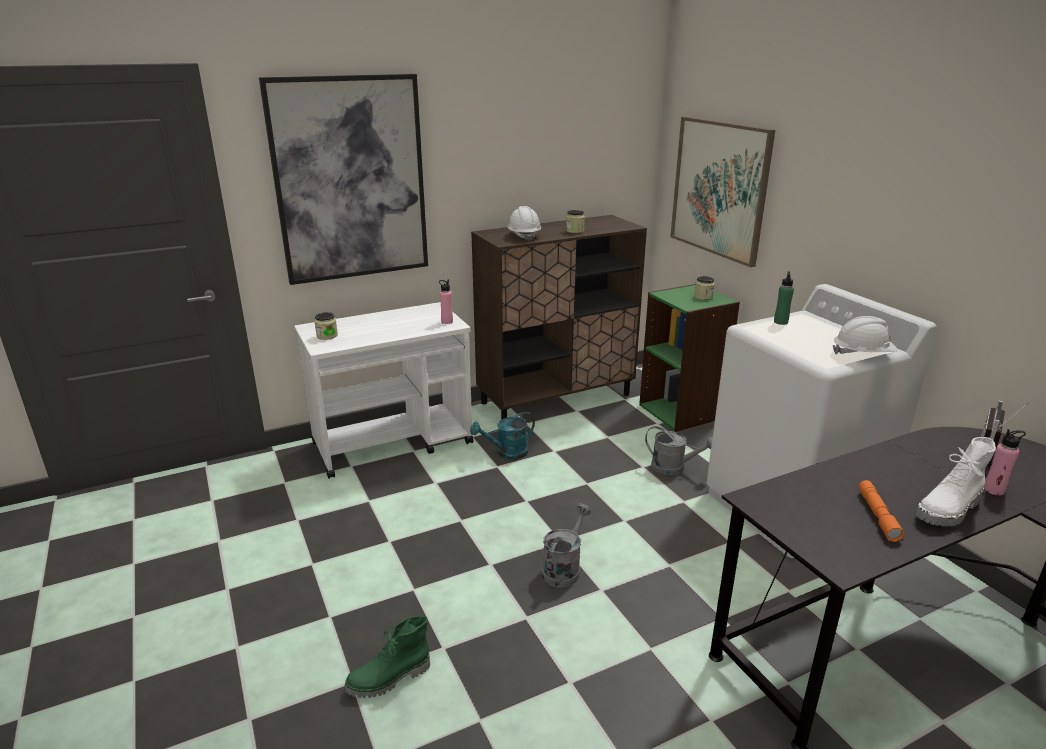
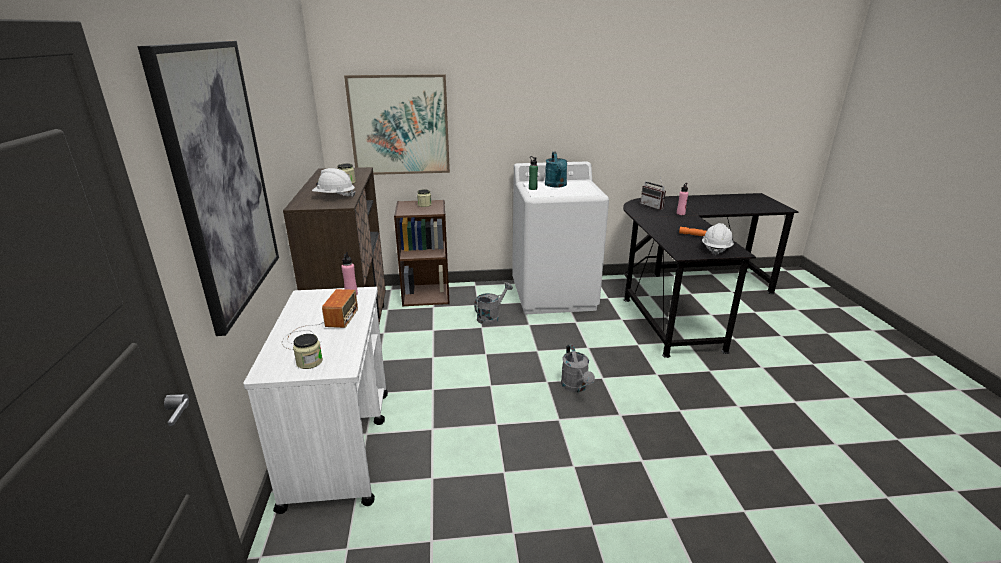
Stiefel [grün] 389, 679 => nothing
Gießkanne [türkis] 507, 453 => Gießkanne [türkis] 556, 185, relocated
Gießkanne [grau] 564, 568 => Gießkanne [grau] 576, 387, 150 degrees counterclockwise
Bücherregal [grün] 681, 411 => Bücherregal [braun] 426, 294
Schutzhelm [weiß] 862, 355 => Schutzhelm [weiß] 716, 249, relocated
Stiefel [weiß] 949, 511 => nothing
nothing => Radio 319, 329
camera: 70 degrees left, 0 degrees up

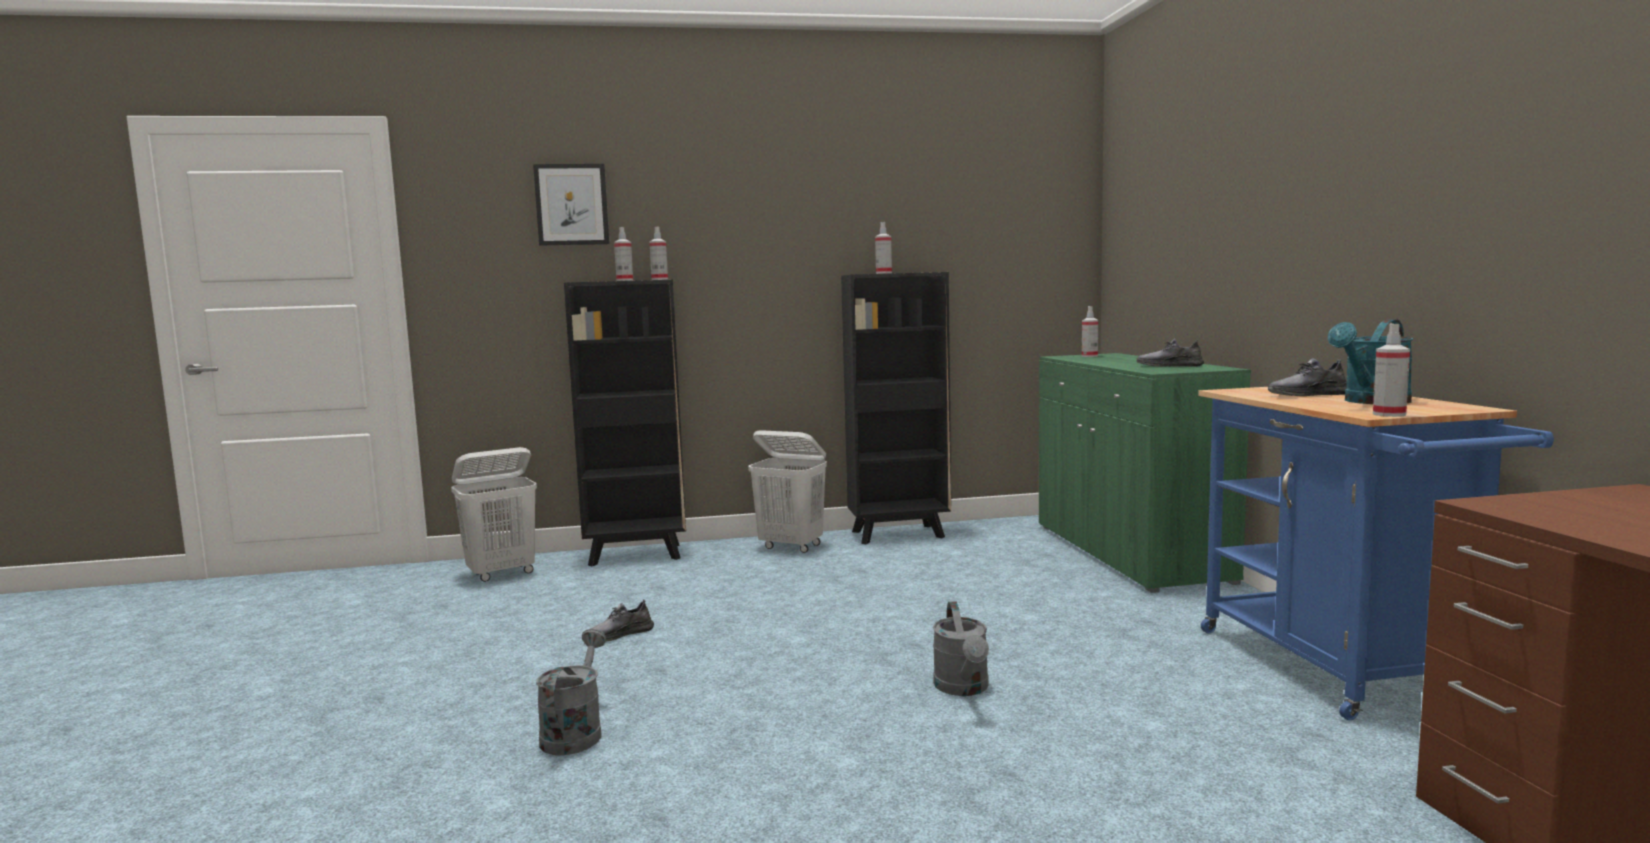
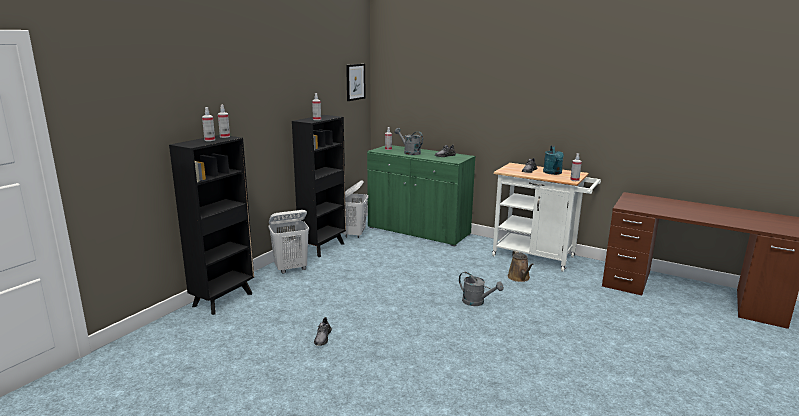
Wäschekorb [weiß] 502, 574 => Wäschekorb [weiß] 354, 234, relocated
Bild 572, 205 => Bild 355, 82, relocated
Gießkanne [grau] 575, 732 => Gießkanne [grau] 409, 152, relocated
Rollwagen [blau] 1340, 671 => Rollwagen [weiß] 539, 257
nothing => Gießkanne [braun] 519, 278
camera: 50 degrees left, 10 degrees up

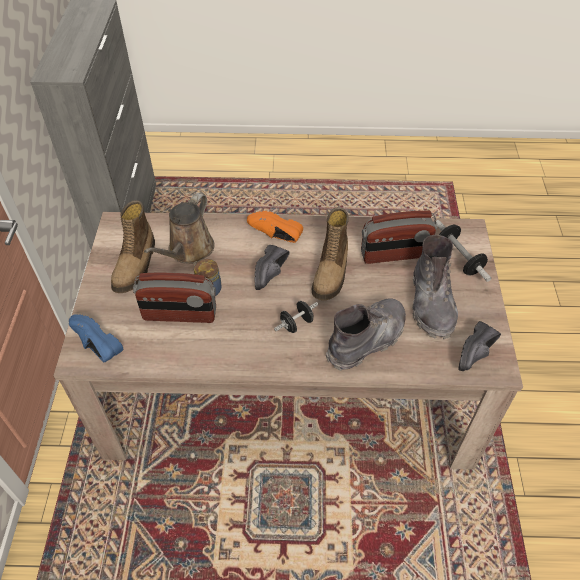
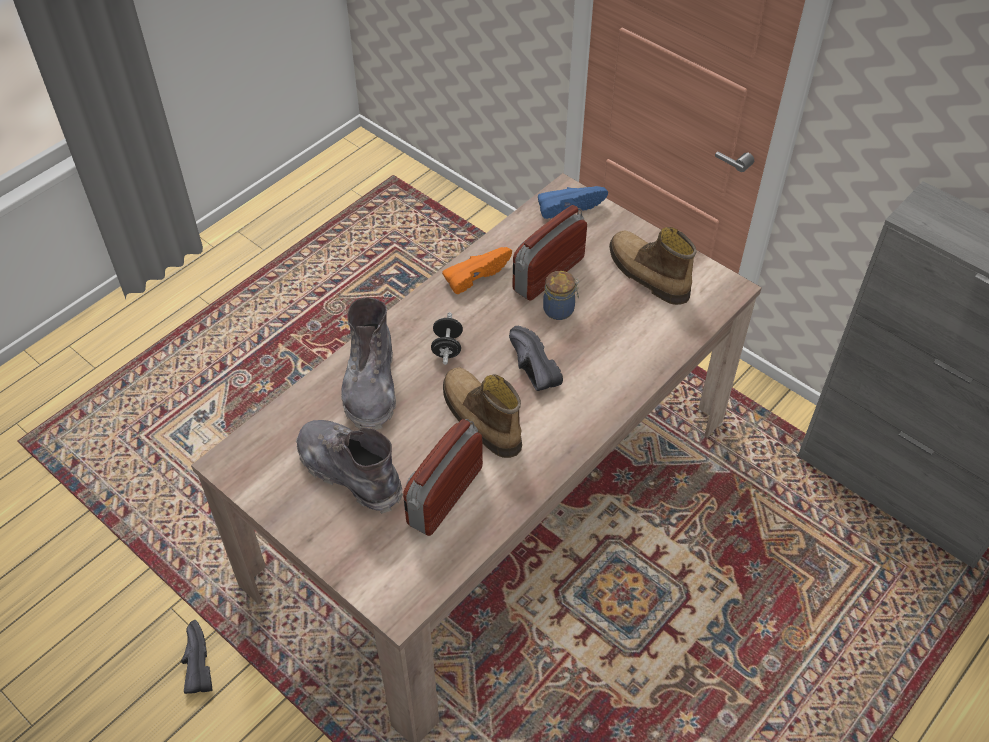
Gießkanne [braun] 188, 250 => nothing
Schuh [orange] 274, 236 => Schuh [orange] 475, 274, relocated
Hantel 459, 258 => nothing
Schuh [schwarz] 477, 354 => Schuh [schwarz] 195, 664, relocated
camera: 130 degrees right, 0 degrees up

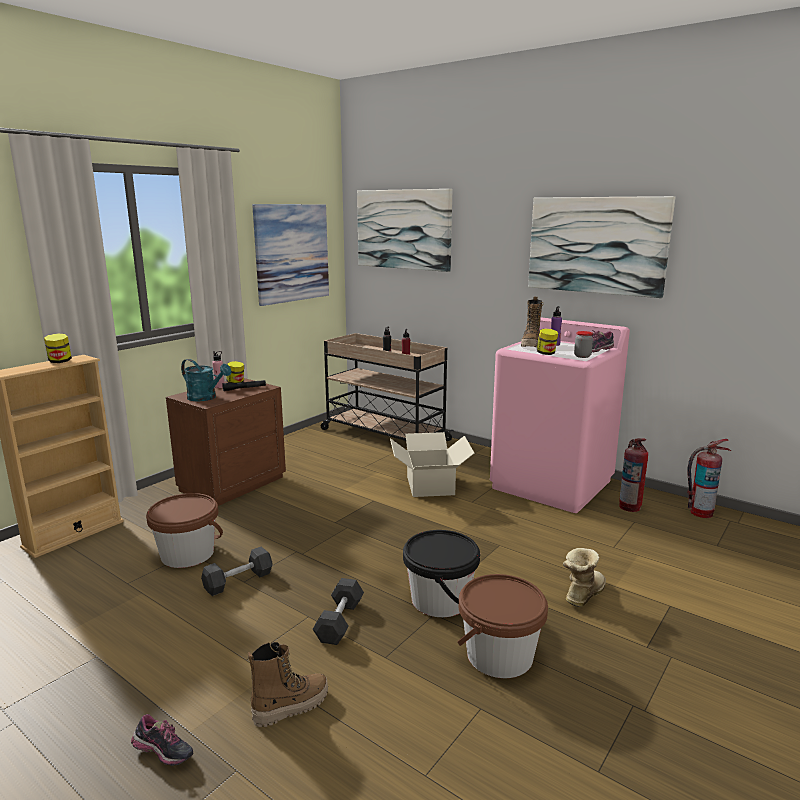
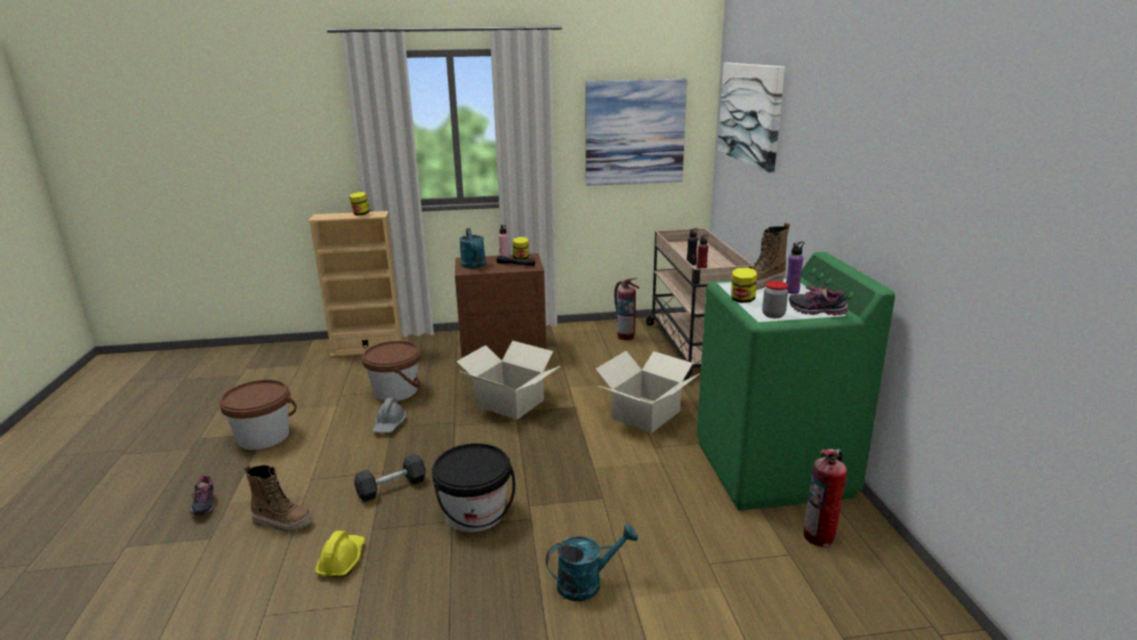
Hantel [grau] 238, 581 => Schutzhelm [grau] 389, 425
Eimer [braun] 499, 655 => Eimer [braun] 263, 437, relocated
Waschmaschine [rosa] 552, 484 => Waschmaschine [grün] 773, 469
Bild 596, 245 => nothing
Stiefel 581, 594 => Gießkanne [türkis] 587, 582
Feuerlöscher 700, 512 => Feuerlöscher 625, 336, relocated
nothing => Schutzhelm [gelb] 342, 560
nothing => Karton 509, 403
camera: 45 degrees right, 5 degrees up

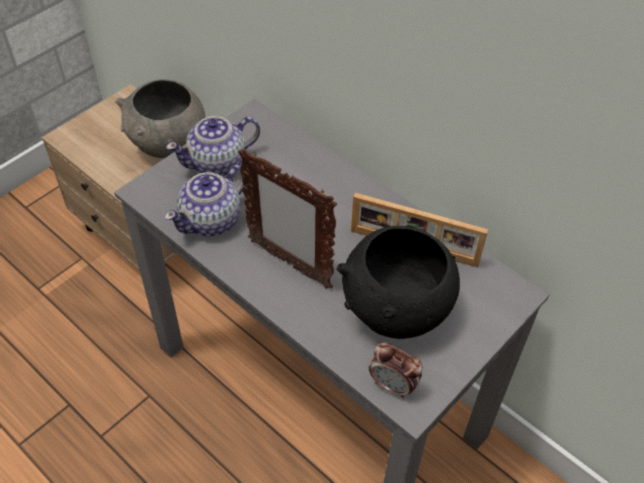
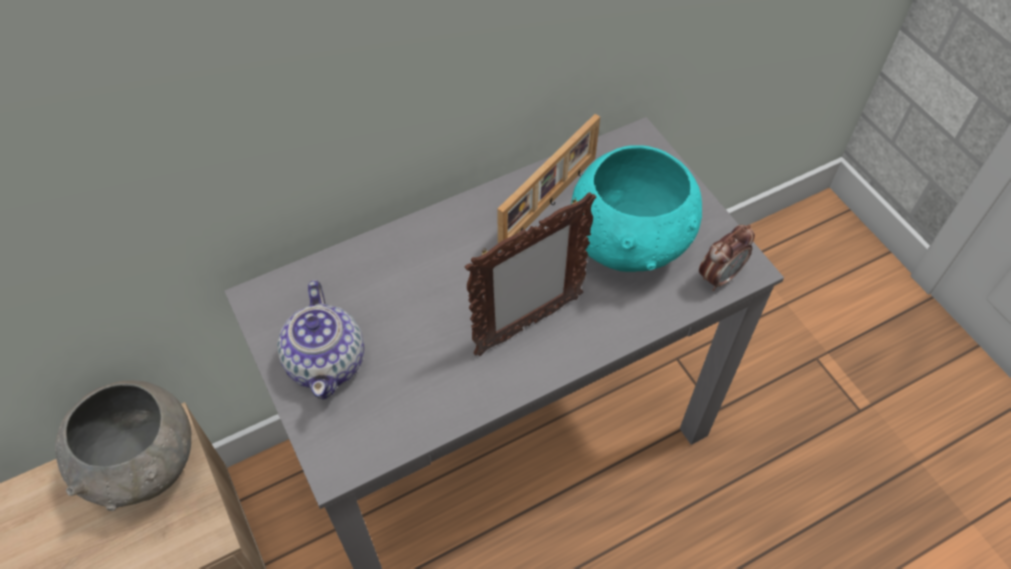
Teekanne 212, 220 => nothing
Schüssel [schwarz] 396, 312 => Schüssel [türkis] 629, 245
camera: 70 degrees left, 5 degrees up

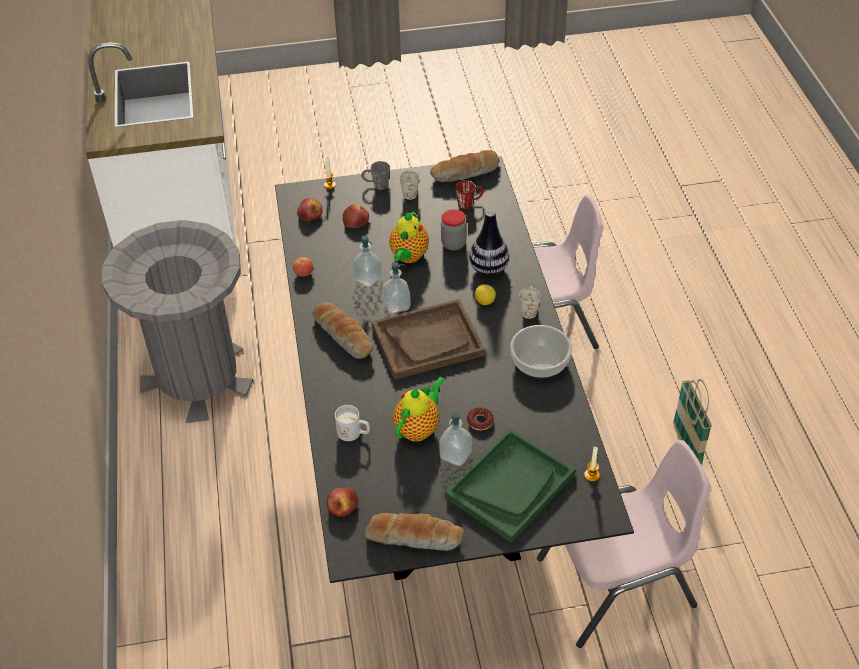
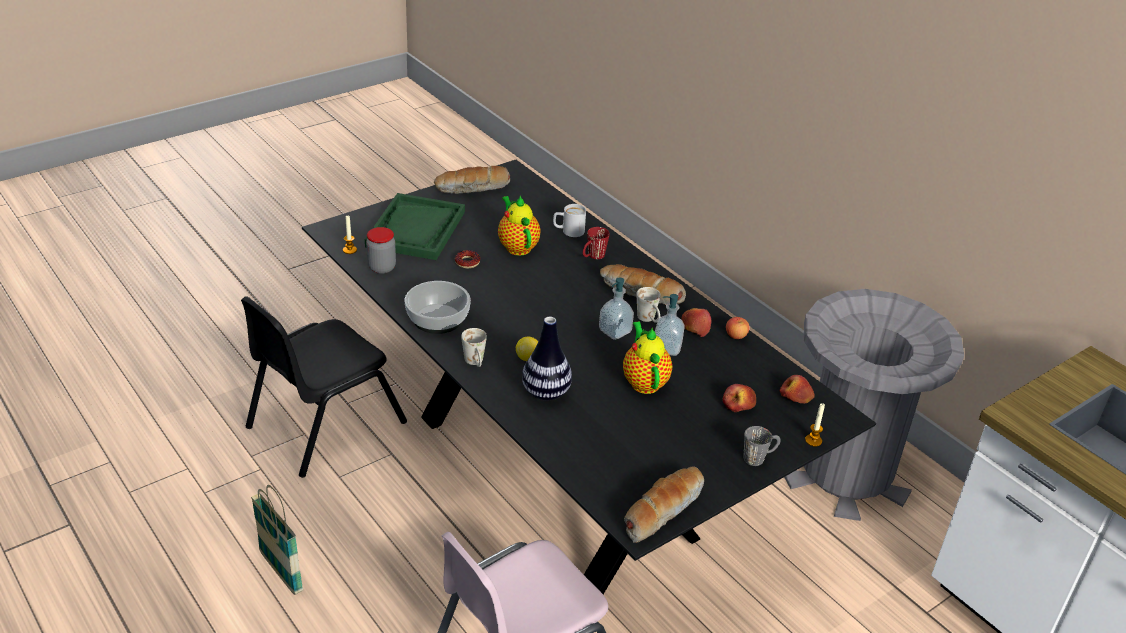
Apfel 343, 506 => Apfel 695, 327, relocated
Tablett [braun] 428, 341 => nothing
Teekanne 419, 428 => Teekanne 517, 246, 150 degrees clockwise
Henkelbecher [weiß] 409, 192 => Henkelbecher [weiß] 649, 320, relocated
Seifenspender 455, 455 => nothing
Vorratsglas 453, 244 => Vorratsglas 382, 267, relocated
Henkelbecher [rot] 469, 203 => Henkelbecher [rot] 593, 257, relocated
Stuhl [rosa] 617, 584 => Stuhl [schwarz] 324, 424
camera: 150 degrees right, 10 degrees down

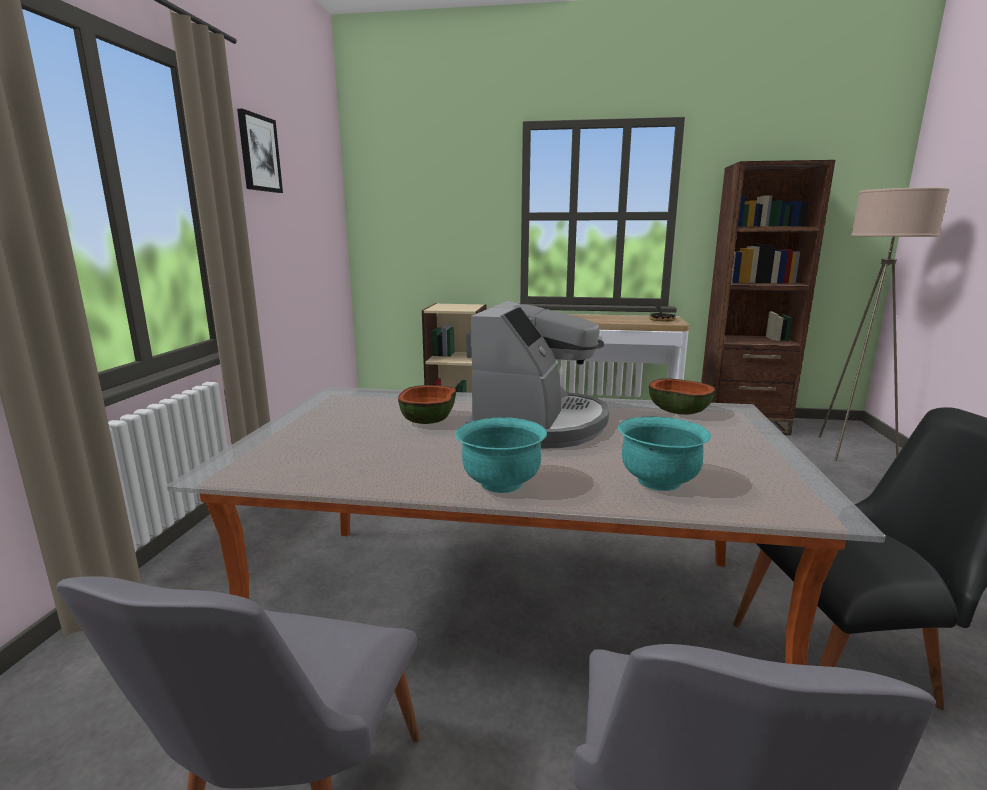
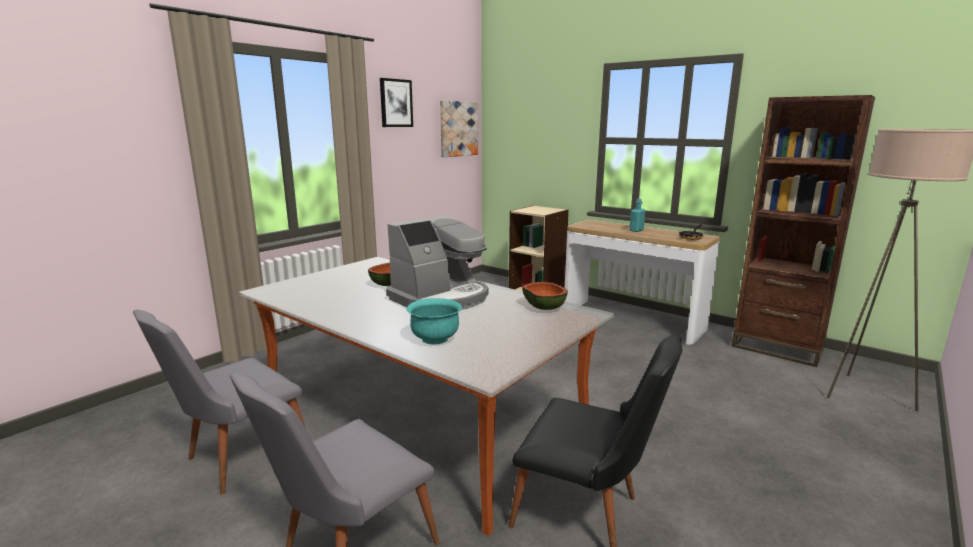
Schüssel [türkis] 501, 483 => nothing
nothing => Bild 458, 129
nothing => Flasche [türkis] 636, 230
camera: 30 degrees right, 0 degrees up

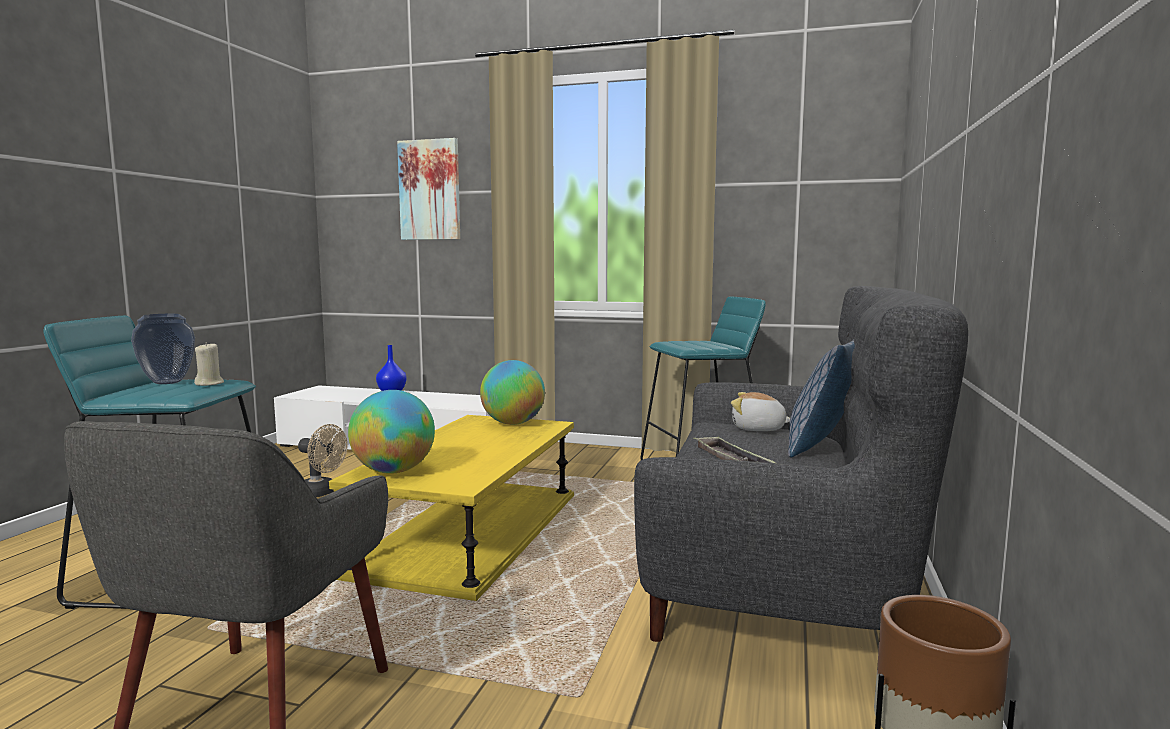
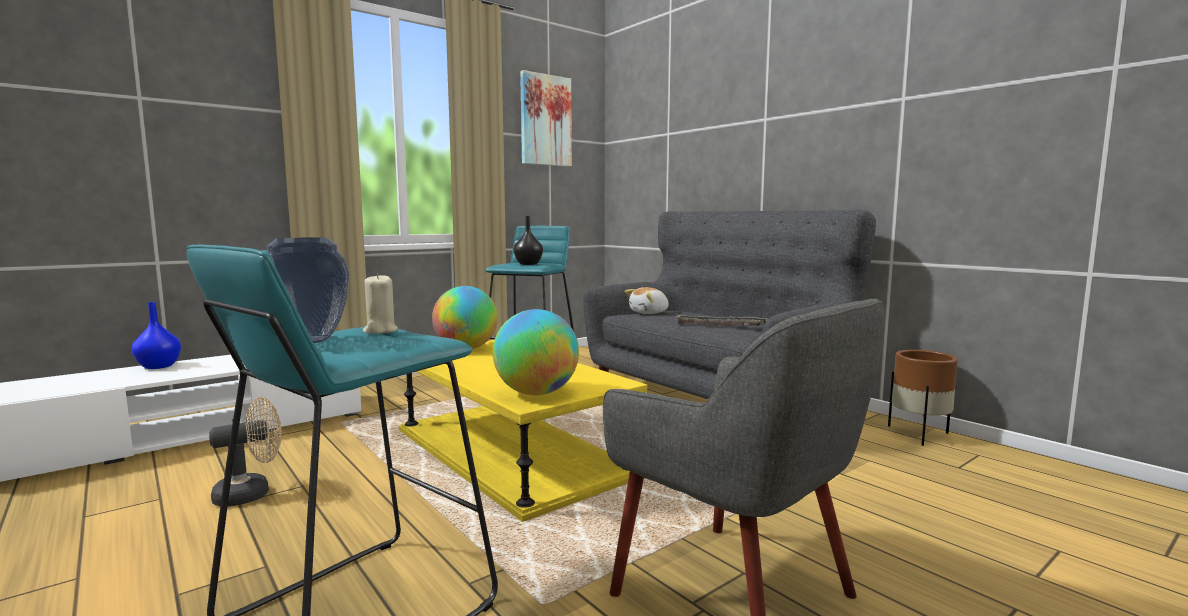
Bild 430, 190 => Bild 545, 120, relocated
Kissen 822, 447 => nothing
nothing => Vase [schwarz] 527, 264
camera: 55 degrees left, 0 degrees up

